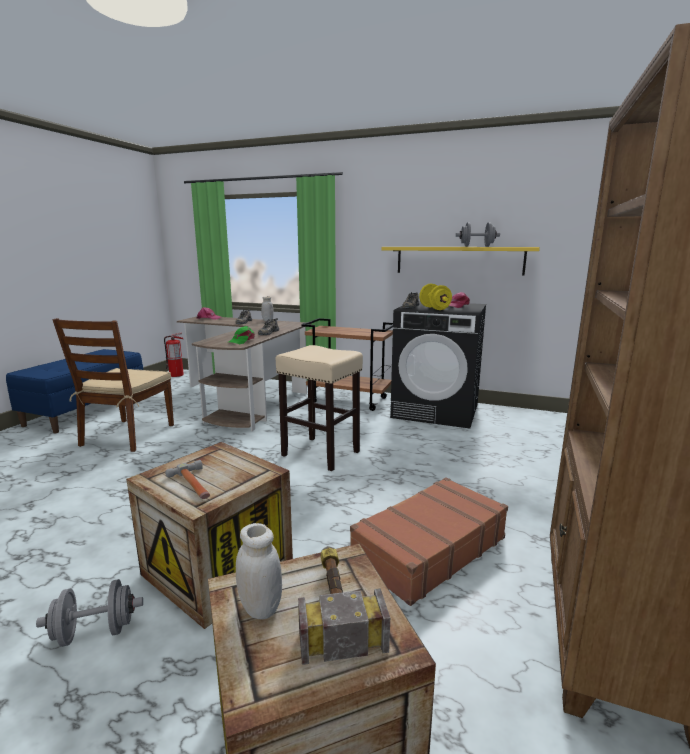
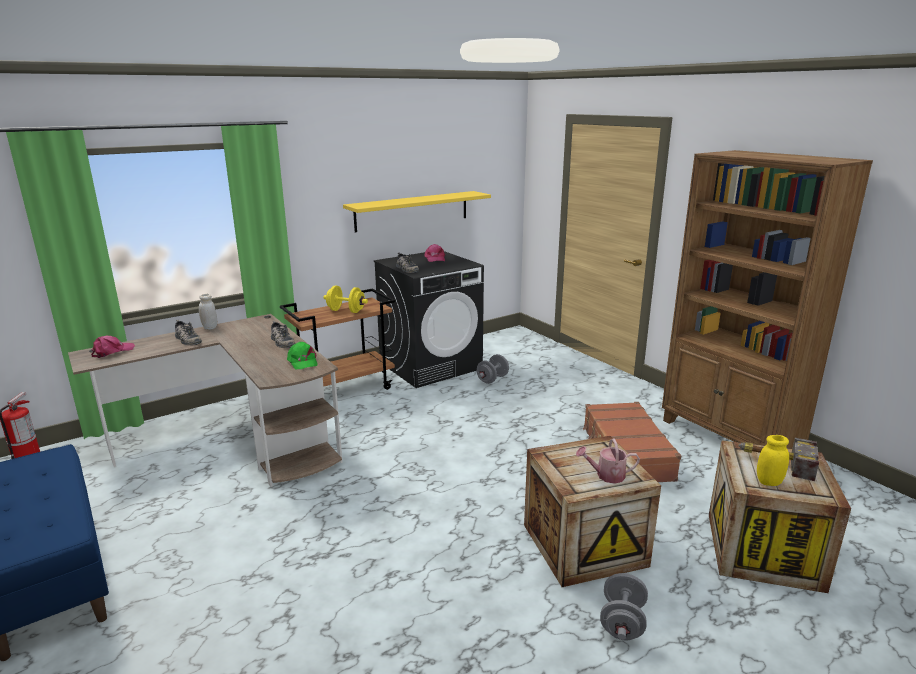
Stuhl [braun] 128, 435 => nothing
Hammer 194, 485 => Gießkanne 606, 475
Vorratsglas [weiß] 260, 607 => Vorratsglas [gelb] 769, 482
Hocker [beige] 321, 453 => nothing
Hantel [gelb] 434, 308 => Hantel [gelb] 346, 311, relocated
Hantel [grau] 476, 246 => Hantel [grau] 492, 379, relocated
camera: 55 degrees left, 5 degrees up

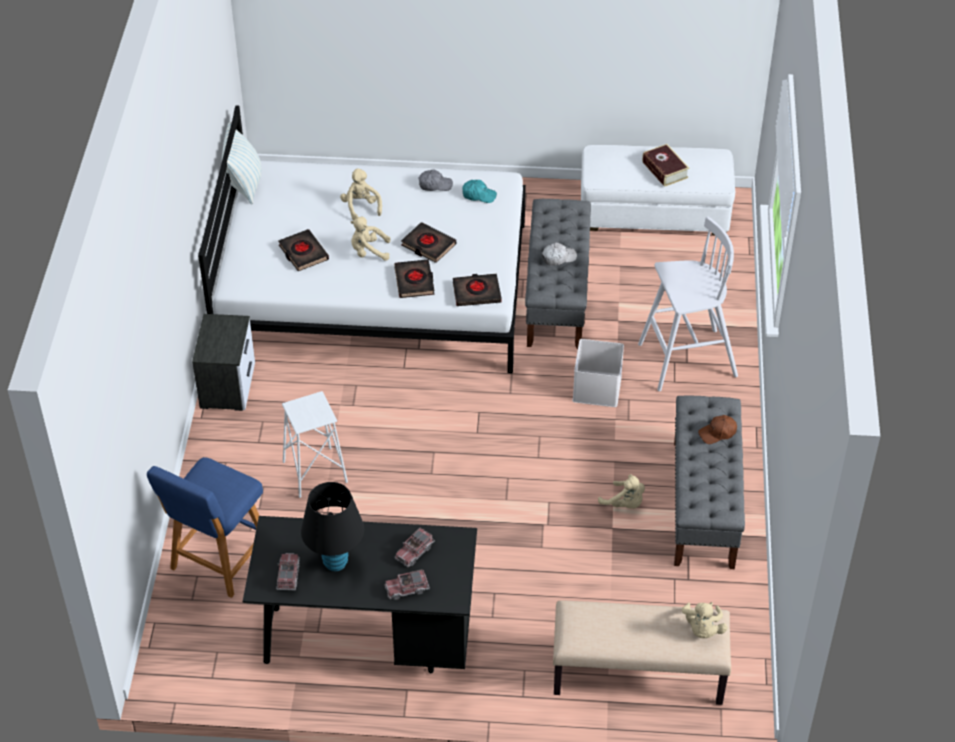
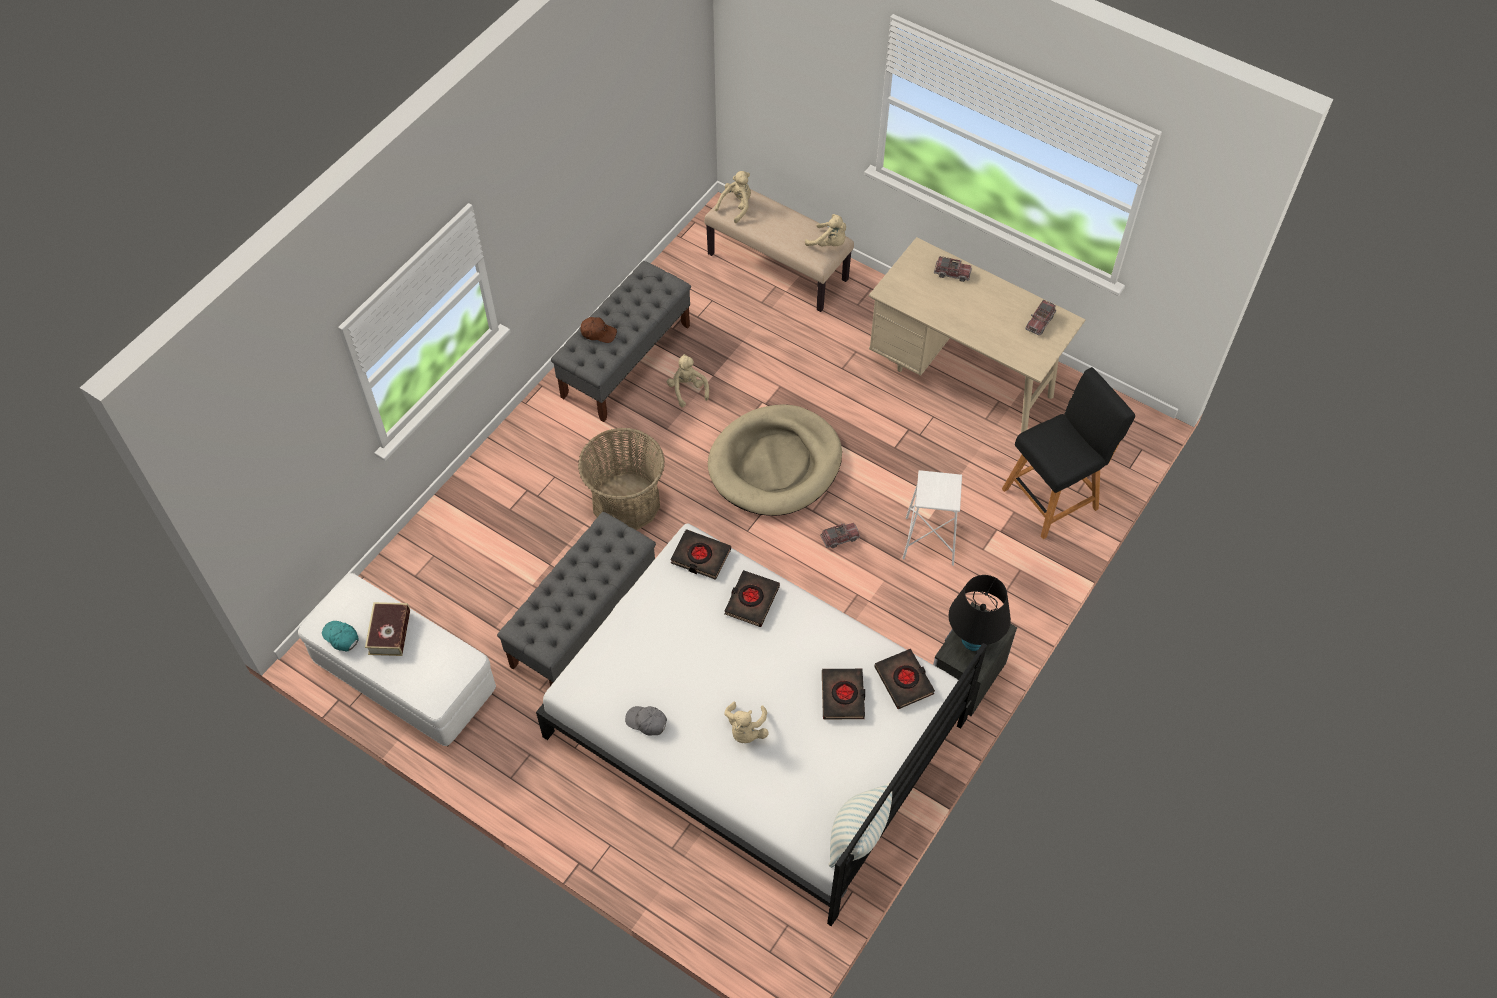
Hocker [blau] 218, 561 => Hocker [schwarz] 1054, 496
Schreibtisch [schwarz] 367, 640 => Schreibtisch [beige] 963, 377
Tischlampe [schwarz] 335, 563 => Tischlampe [schwarz] 973, 642, relocated
Plüschtier [beige] 368, 251 => Plüschtier [beige] 829, 243, relocated
Spielzeuglaster 414, 552 => Spielzeuglaster 839, 538, relocated
Buch [schwarz] 428, 245 => Buch [schwarz] 904, 680, relocated
Kappe [türkis] 478, 195 => Kappe [türkis] 341, 637, relocated
Kappe [weiß] 558, 258 => nothing
Aufbewahrungsbox [weiß] 598, 389 => Korb 626, 502
Hocker [weiß] 685, 360 => nothing
nothing => Hundebett [beige] 775, 464
camera: 150 degrees left, 10 degrees up

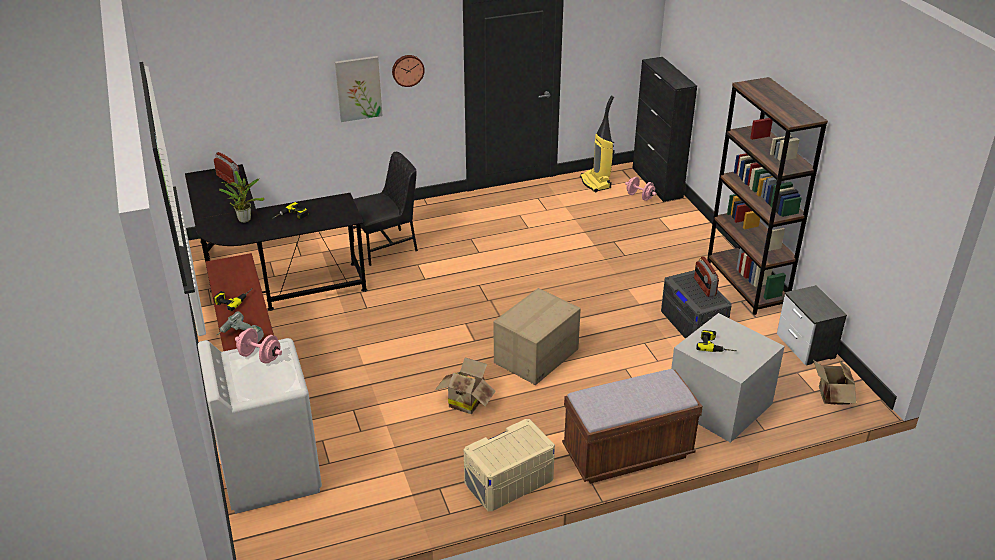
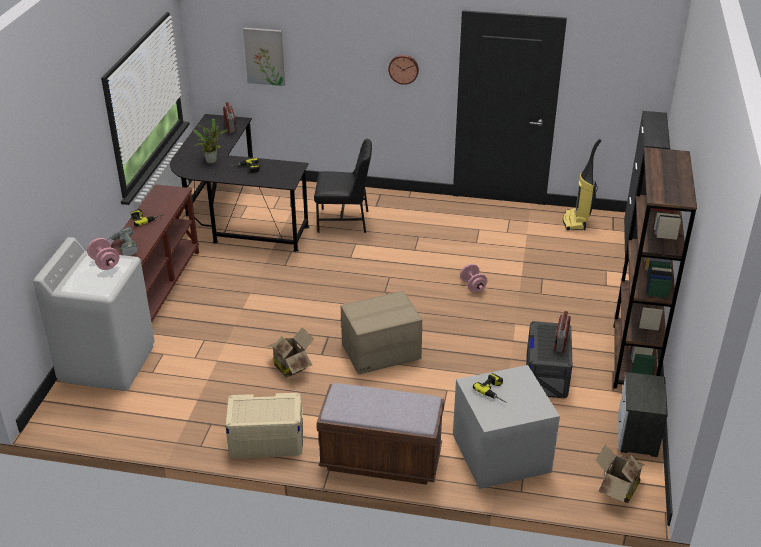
Bild 358, 88 => Bild 264, 56, relocated
Hantel [rosa] 639, 196 => Hantel [rosa] 473, 286, relocated
camera: 30 degrees right, 0 degrees up

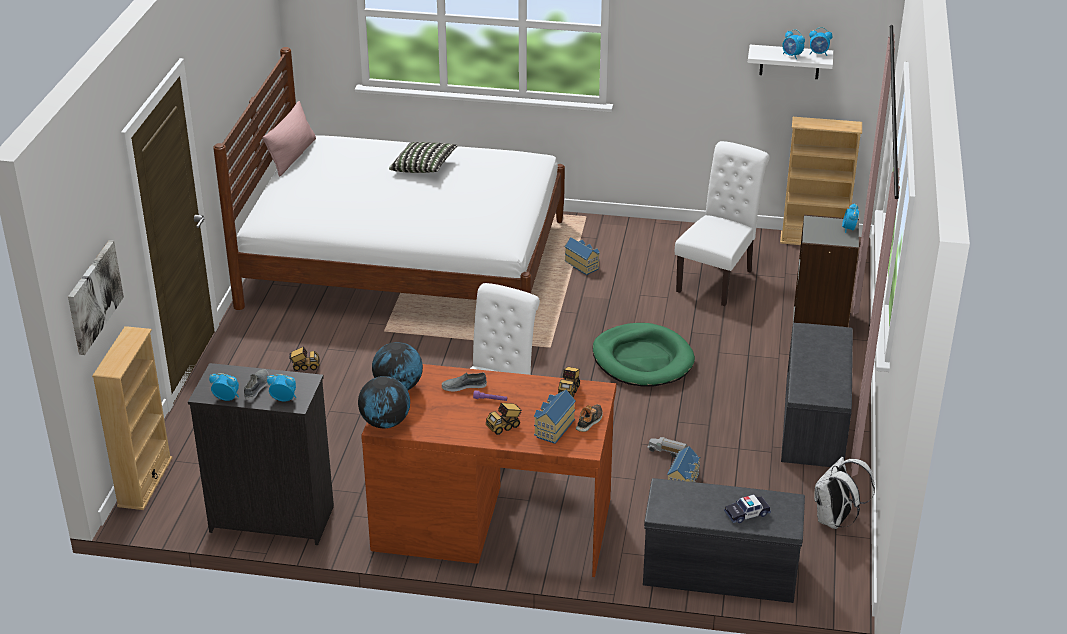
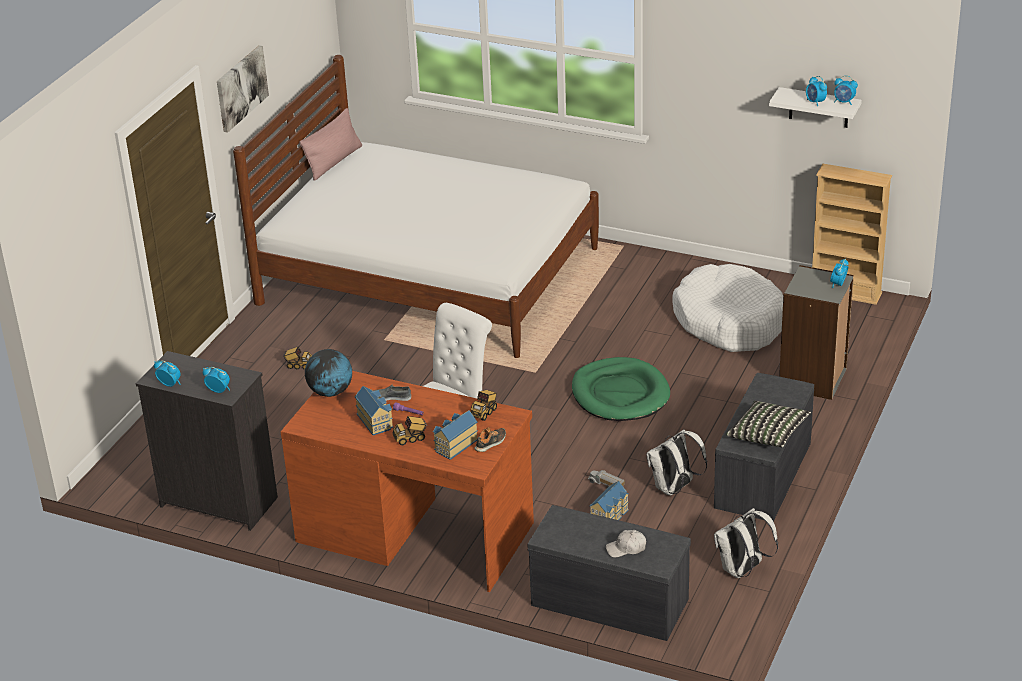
Bild 94, 296 => Bild 241, 88, relocated
Bücherregal [beige] 145, 482 => nothing
Schuh [grau] 257, 387 => nothing
Globus 385, 423 => nothing
Kissen 423, 167 => Kissen 768, 435, relocated
Spielzeughaus 582, 264 => Spielzeughaus 376, 421, relocated
Stuhl [weiß] 718, 278 => Hundebett [weiß] 729, 321
Spielzeugauto 747, 513 => Kappe [weiß] 626, 548
nothing => Rucksack [weiß] 674, 488
camera: 15 degrees right, 0 degrees up

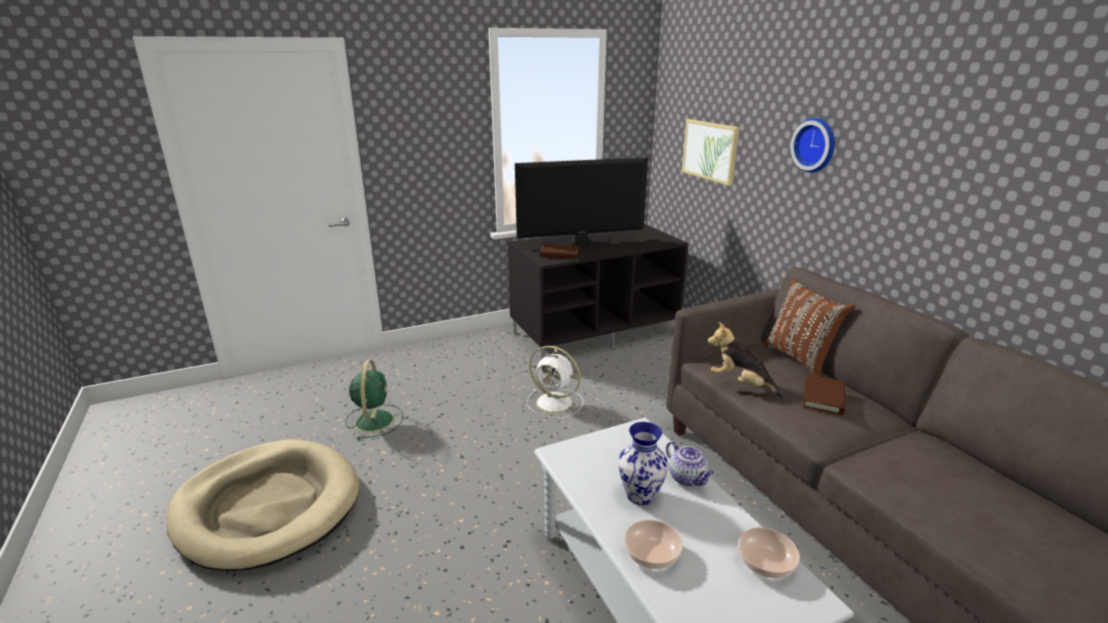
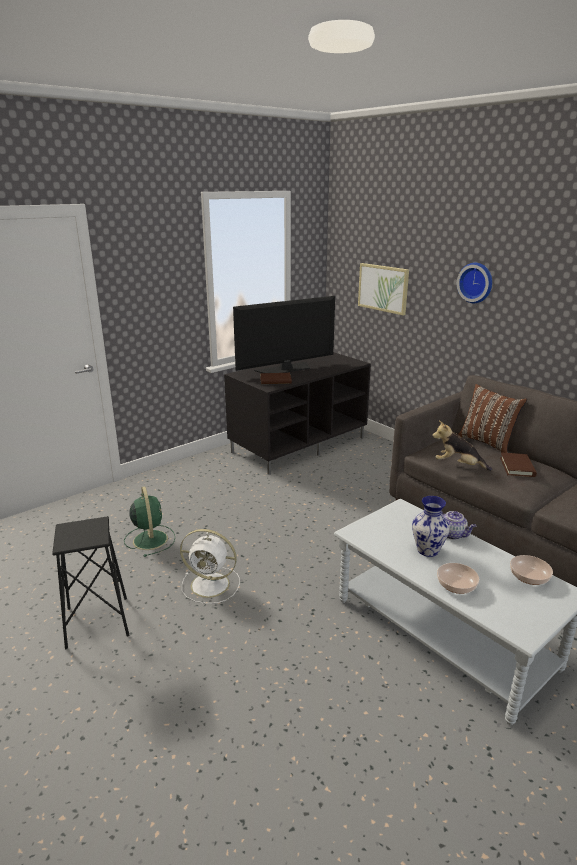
Hundebett [beige] 268, 507 => Hocker [schwarz] 97, 622
Ventilator [weiß] 556, 403 => Ventilator [weiß] 212, 585, relocated
camera: 15 degrees left, 0 degrees up

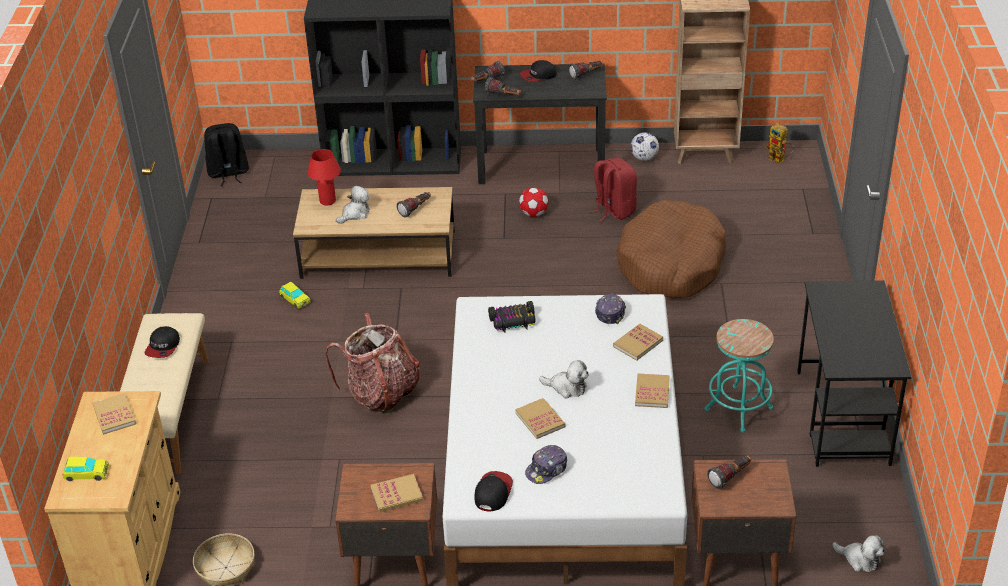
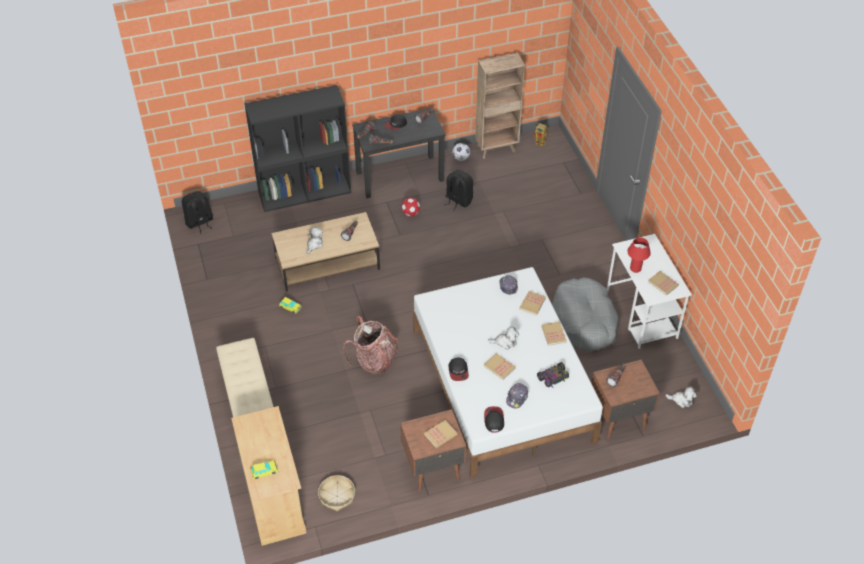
Buch 114, 415 => Buch 663, 284, relocated
Kappe 163, 347 => Kappe 458, 371, relocated
Tischlampe [rot] 327, 201 => Tischlampe [rot] 635, 269, relocated
Spielzeugauto 513, 322 => Spielzeugauto 553, 378, relocated
Rucksack [rot] 613, 210 => Rucksack [schwarz] 458, 201
Hundebett [braun] 671, 264 => nothing
Hocker [türkis] 738, 409 => Hundebett [grau] 583, 322
Schreibtisch [schwarz] 843, 418 => Schreibtisch [weiß] 642, 314
camera: 20 degrees left, 10 degrees up

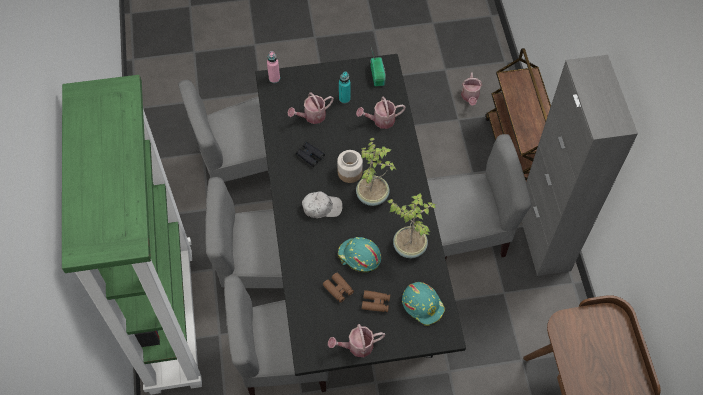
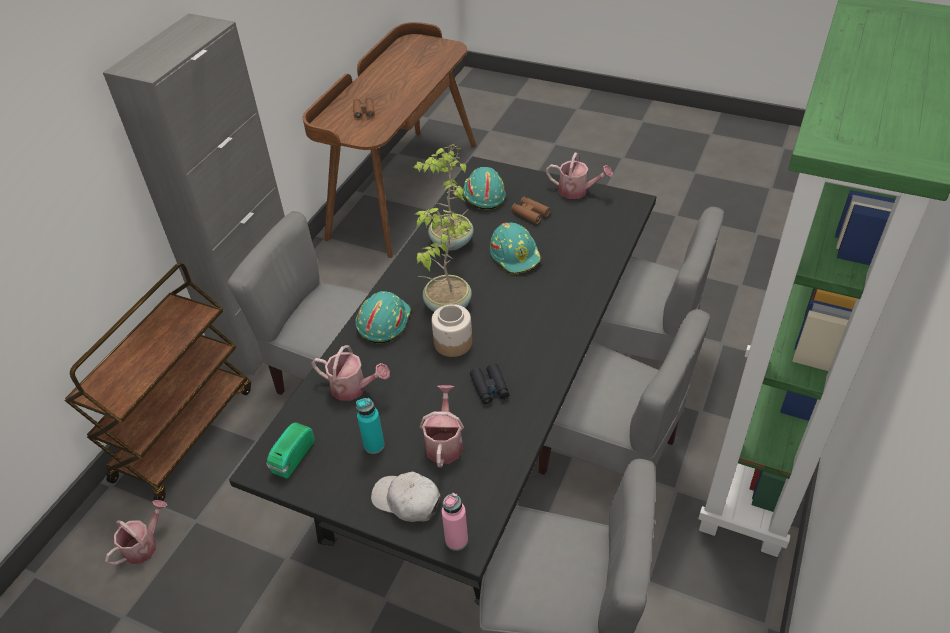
Gießkanne 311, 116 => Gießkanne 444, 442, 90 degrees counterclockwise
Kappe [weiß] 321, 207 => Kappe [weiß] 407, 501, relocated
Fernglas [braun] 338, 289 => Fernglas [braun] 364, 111, relocated
nothing => Schutzhelm [türkis] 383, 322
camera: 145 degrees left, 15 degrees down

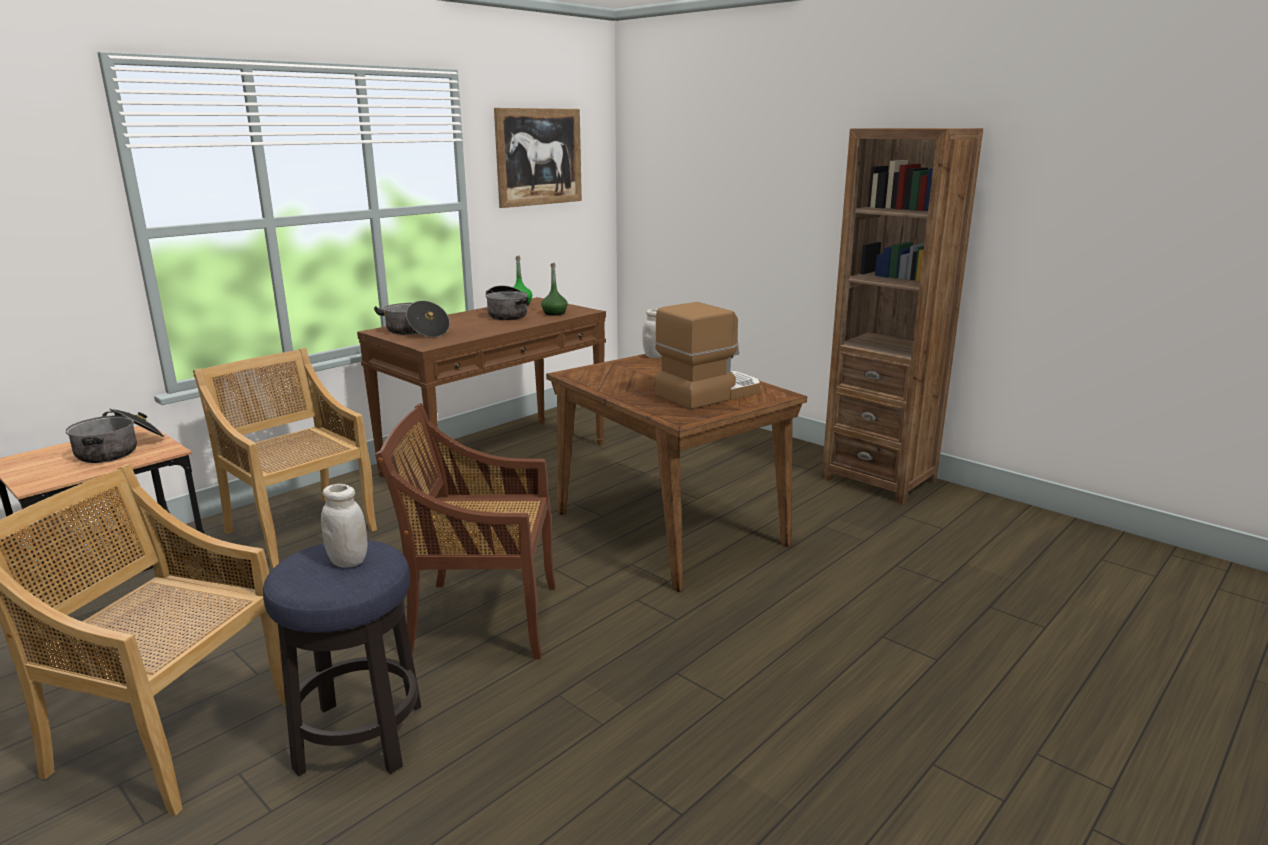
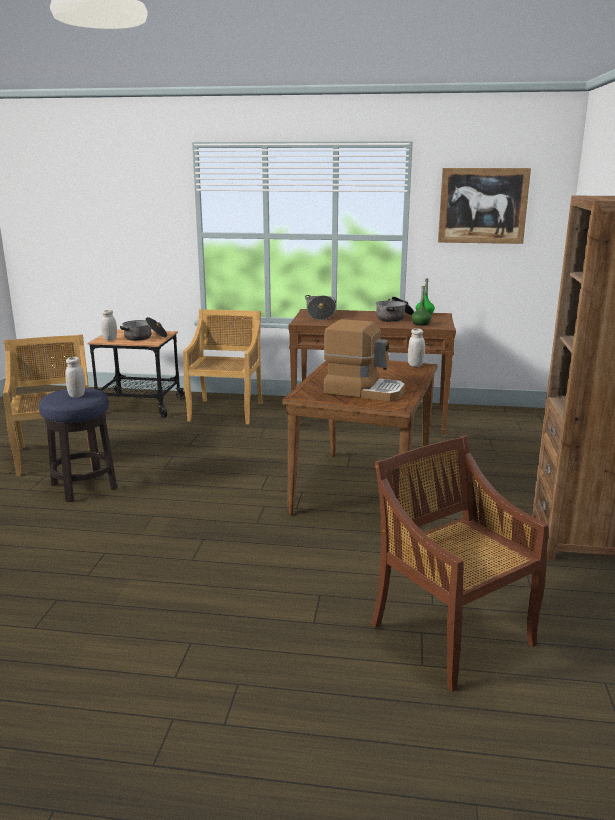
Stuhl [braun] 481, 619 => Stuhl [braun] 450, 633, relocated
nothing => Vorratsglas [weiß] 110, 339
camera: 55 degrees right, 0 degrees up

